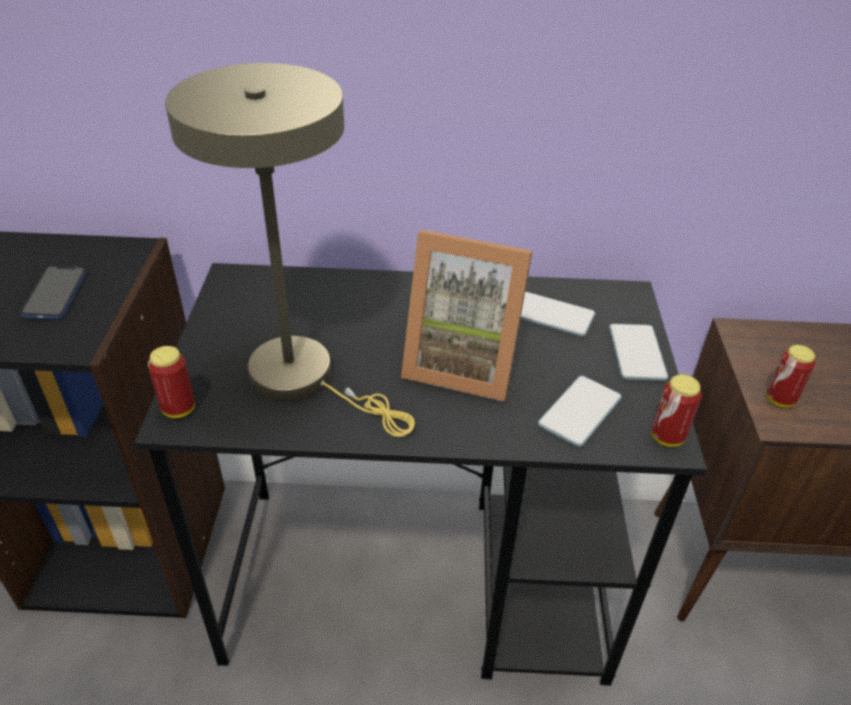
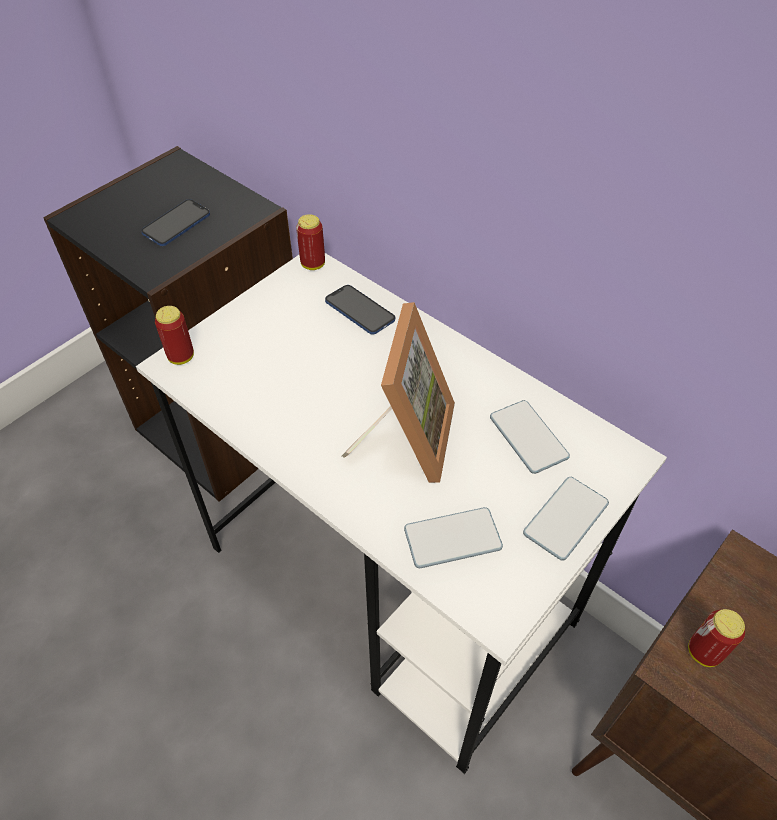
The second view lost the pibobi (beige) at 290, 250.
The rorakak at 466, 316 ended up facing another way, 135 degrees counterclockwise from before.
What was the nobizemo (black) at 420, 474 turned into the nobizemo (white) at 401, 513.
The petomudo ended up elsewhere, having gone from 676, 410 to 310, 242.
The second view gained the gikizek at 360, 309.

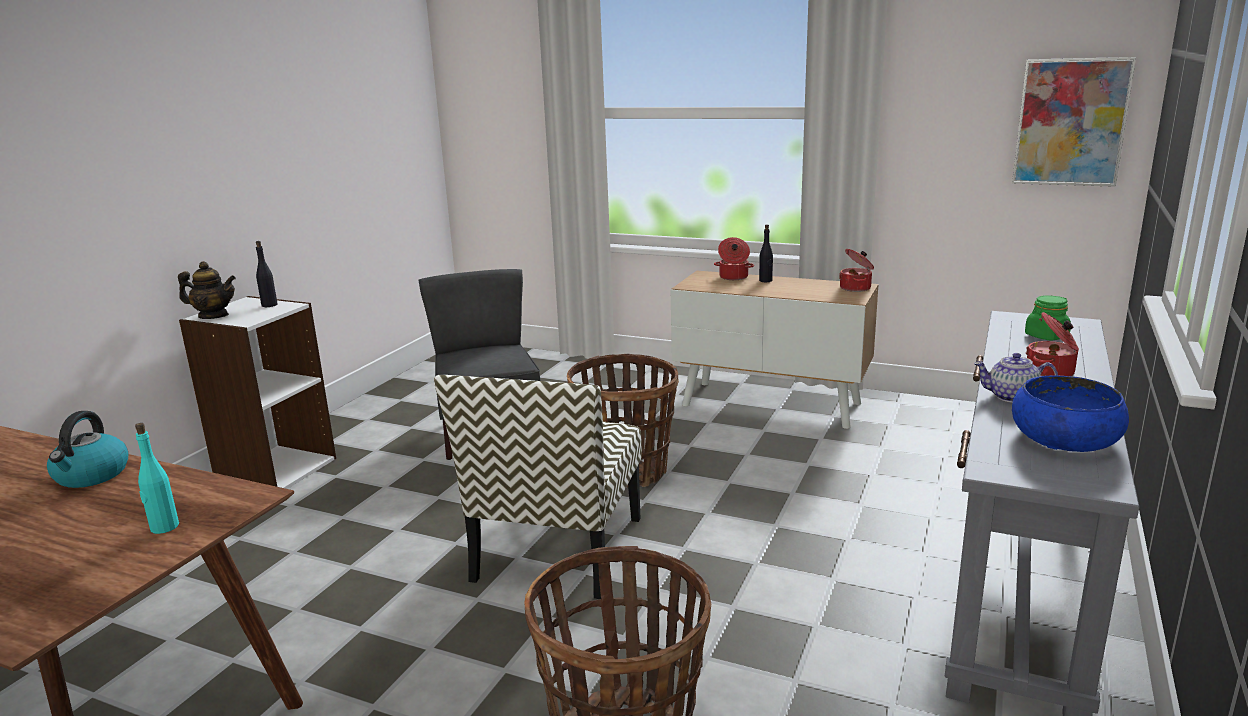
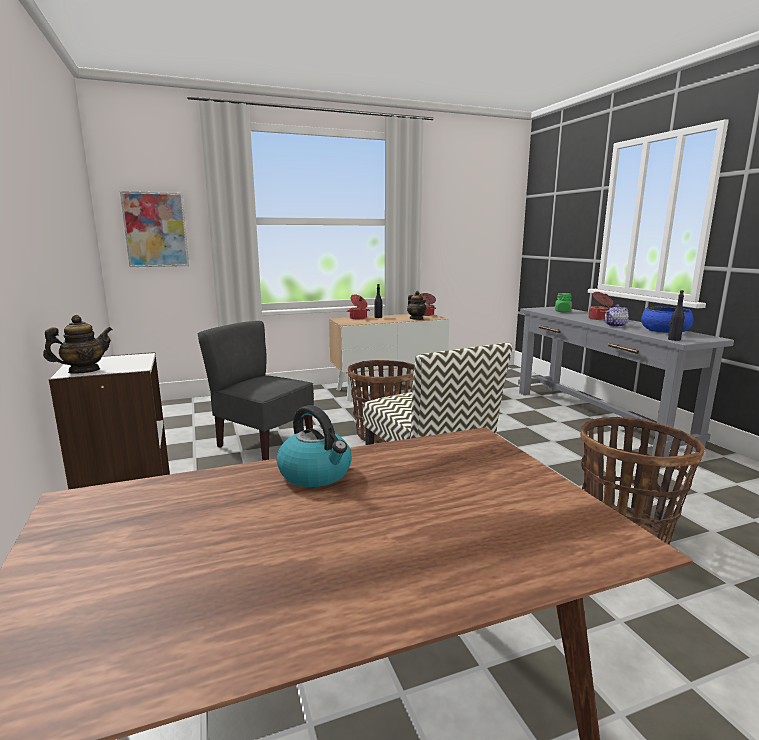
The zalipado ended up elsewhere, having gone from 1074, 122 to 154, 229.
The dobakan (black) ended up elsewhere, having gone from 267, 274 to 676, 315.
The second view lost the dobakan (turquoise) at 157, 478.
The second view gained the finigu at 417, 305.

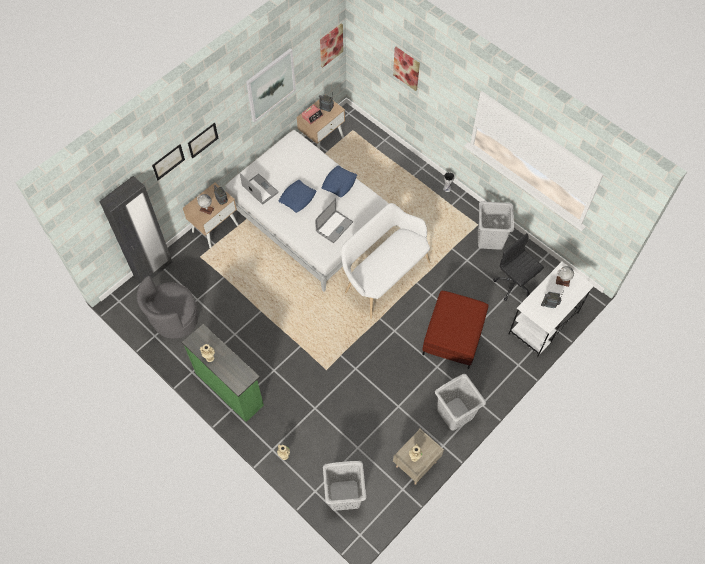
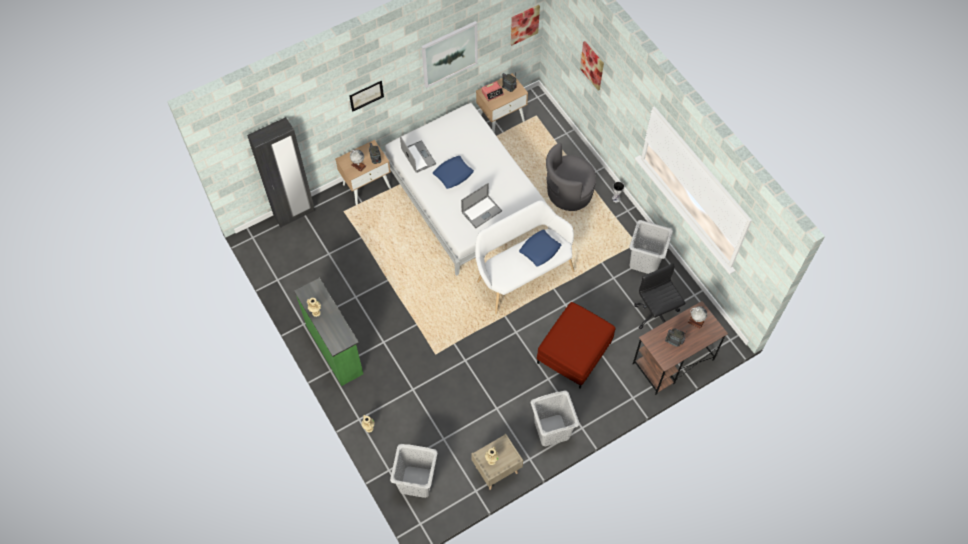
The second view lost the zalipado at 168, 162.
The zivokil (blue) ended up elsewhere, having gone from 339, 181 to 540, 248.
What was the nobizemo (white) at 551, 309 turned into the nobizemo (brown) at 680, 348.
The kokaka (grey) ended up elsewhere, having gone from 167, 307 to 571, 177.

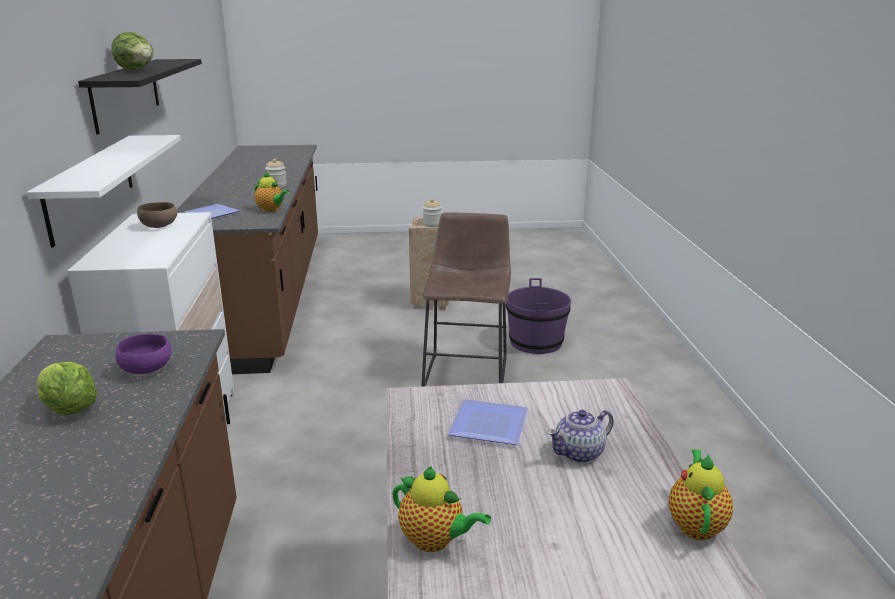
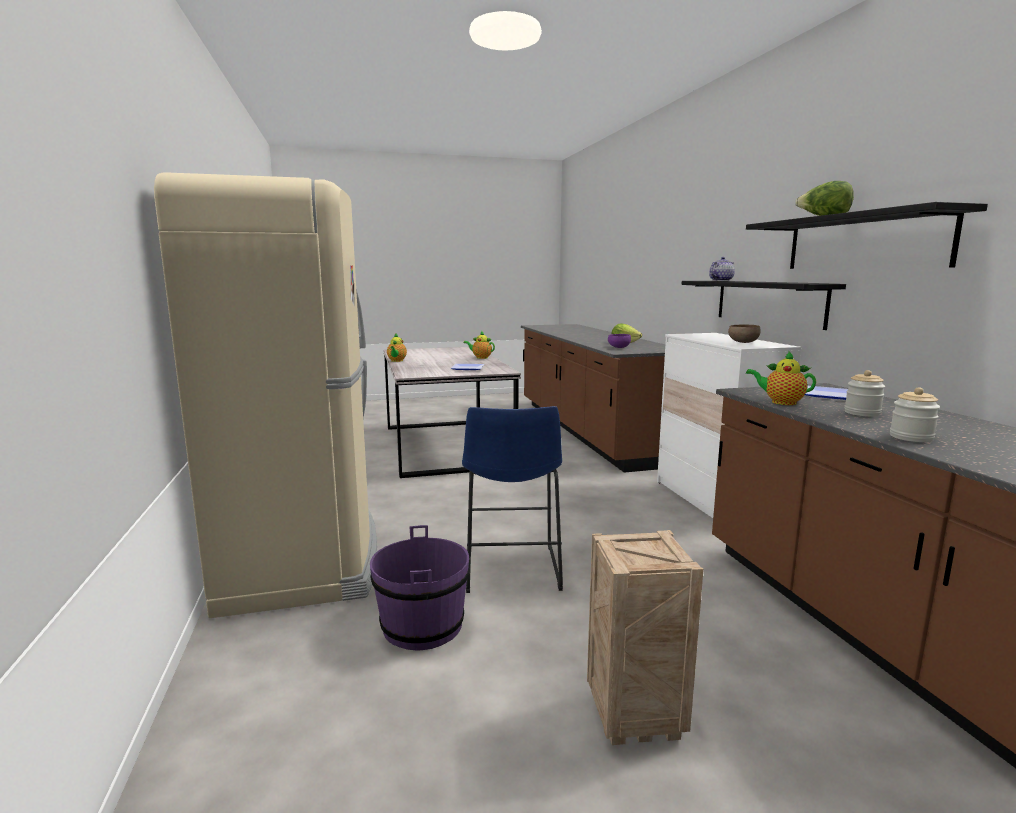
What was the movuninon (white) at 103, 191 turned into the movuninon (black) at 763, 305.
The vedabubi ended up elsewhere, having gone from 432, 213 to 864, 393.
What was the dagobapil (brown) at 466, 299 turned into the dagobapil (blue) at 512, 499.
The finigu ended up elsewhere, having gone from 580, 436 to 722, 269.
The second view gained the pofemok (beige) at 265, 395.

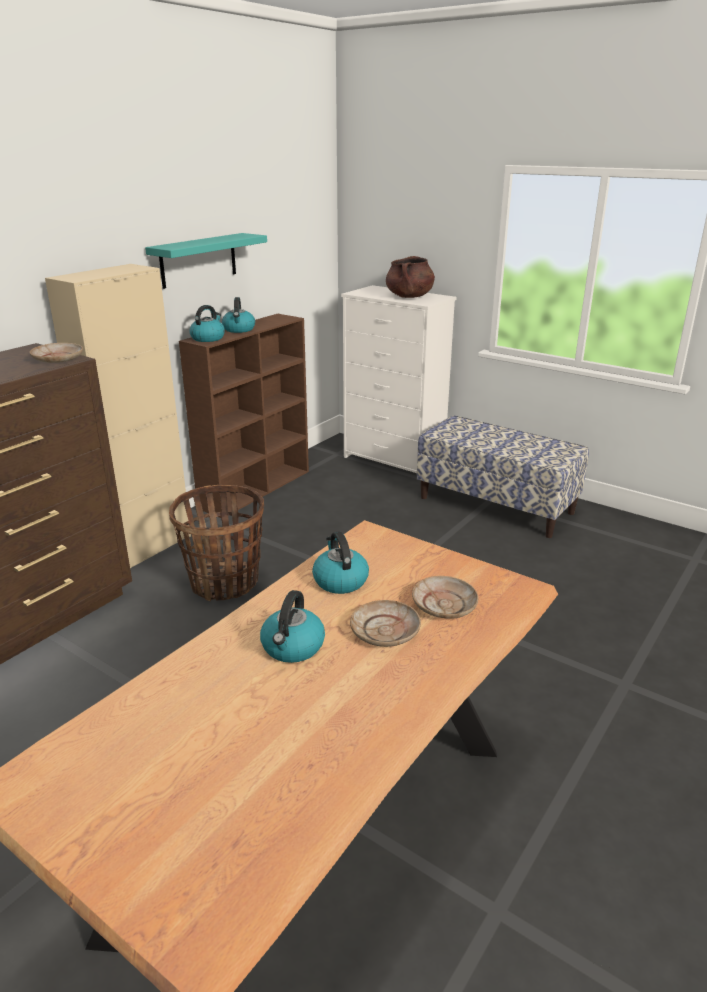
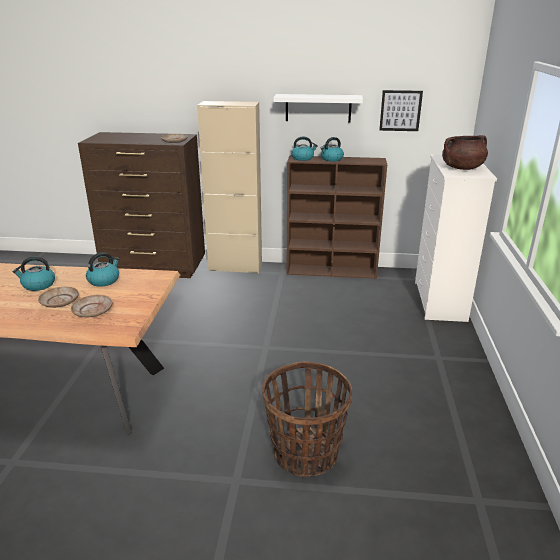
What was the movuninon (turquoise) at 206, 261 turned into the movuninon (white) at 318, 108.
The second view lost the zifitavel at 503, 477.
The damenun ended up elsewhere, having gone from 216, 543 to 307, 419.
The second view gained the zalipado at 401, 110.

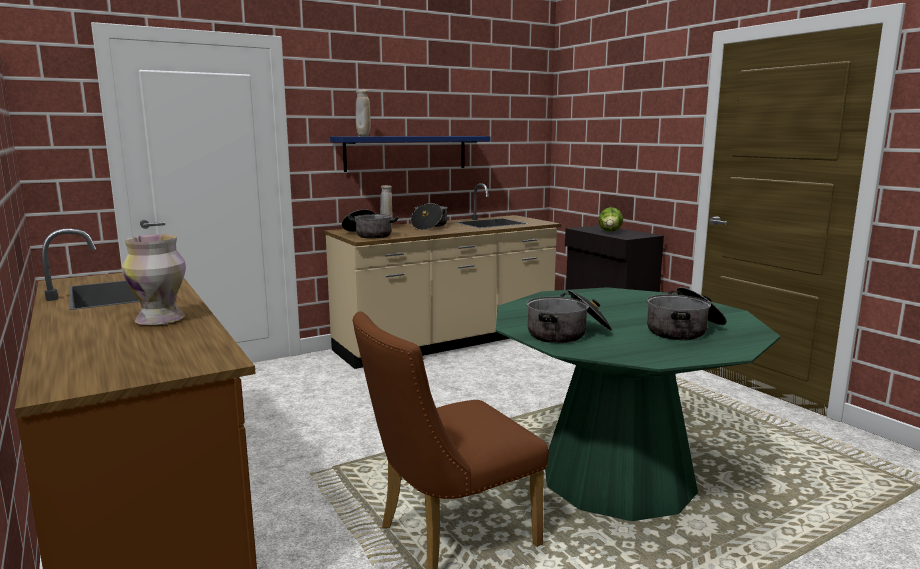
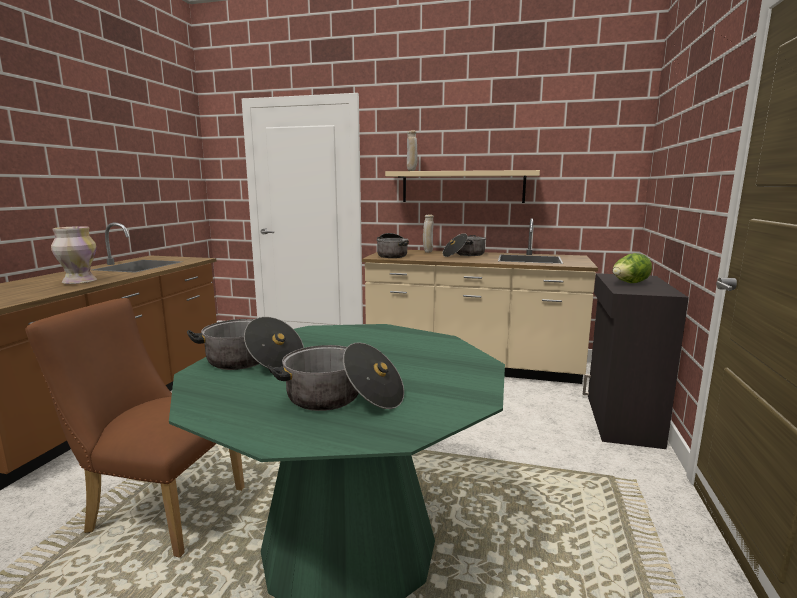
What was the movuninon (blue) at 410, 154 turned into the movuninon (beige) at 462, 186.

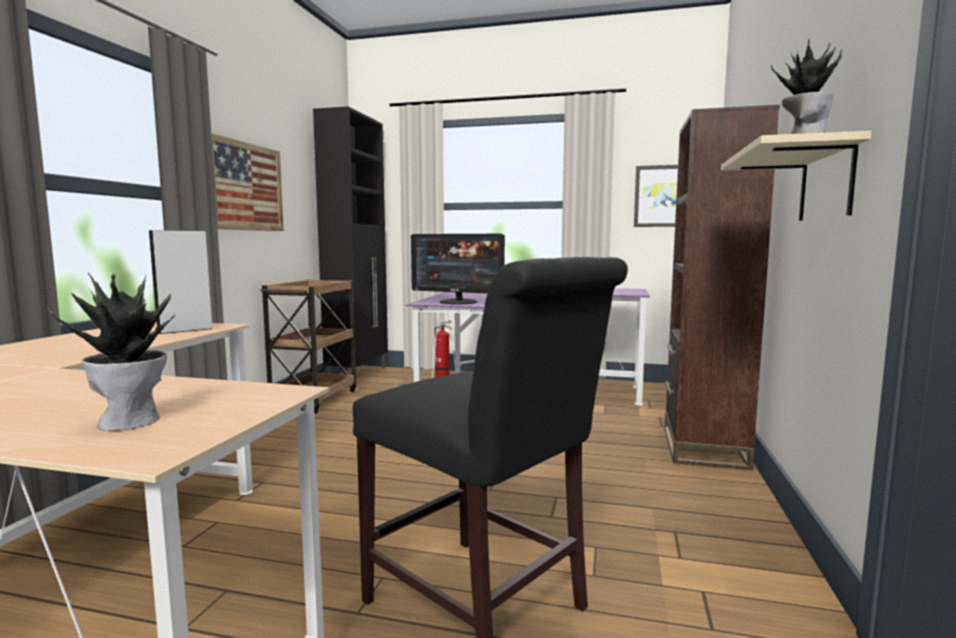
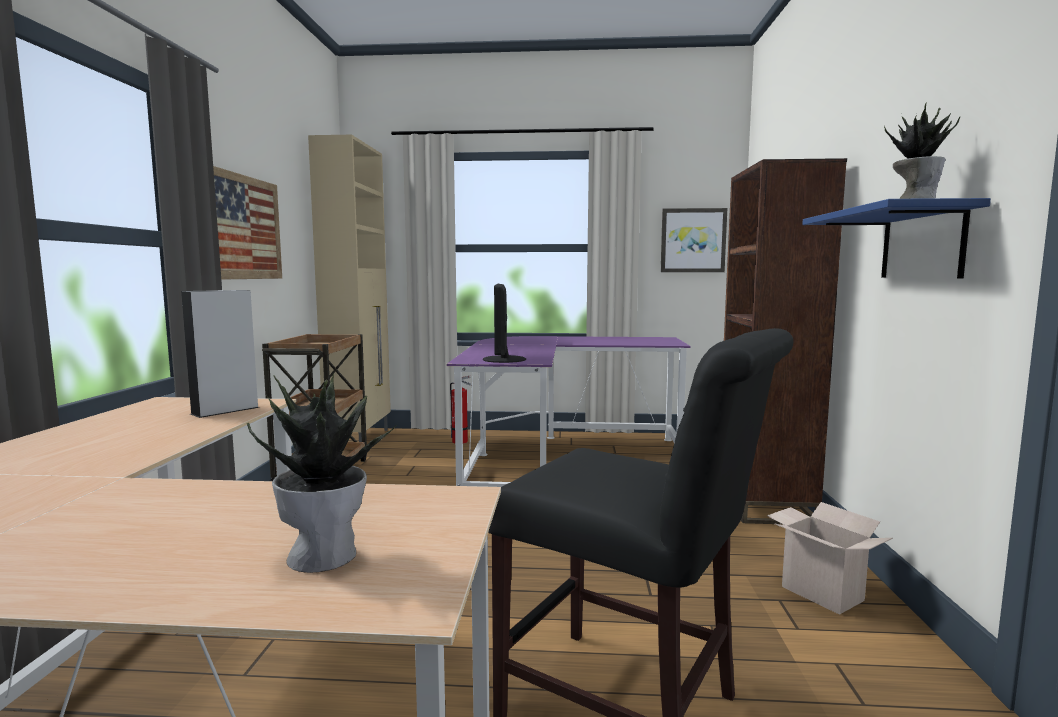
What was the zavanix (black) at 350, 240 turned into the zavanix (beige) at 349, 288.
What was the movuninon (beige) at 796, 176 turned into the movuninon (blue) at 896, 238.
The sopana at 458, 269 ended up facing another way, 75 degrees clockwise from before.
The second view gained the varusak at 830, 558.

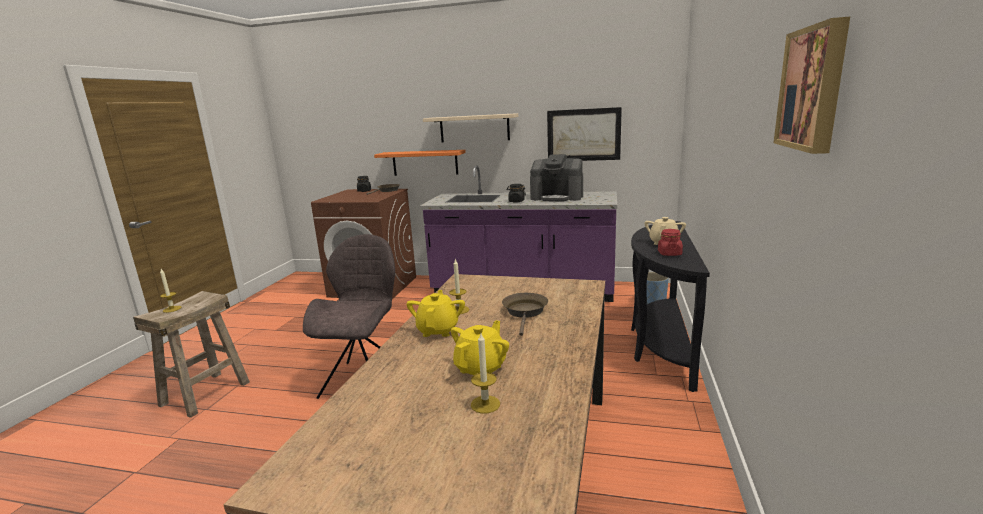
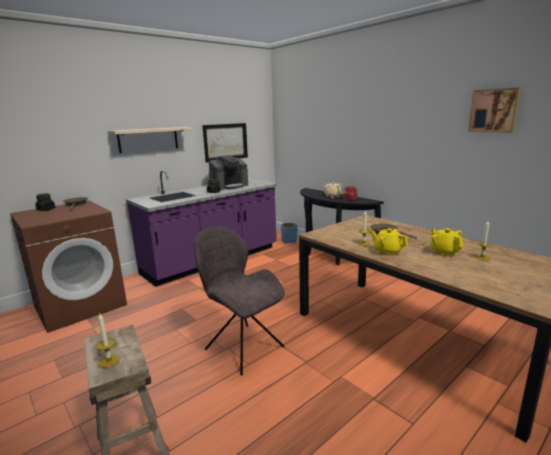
The second view lost the movuninon (orange) at 420, 163.

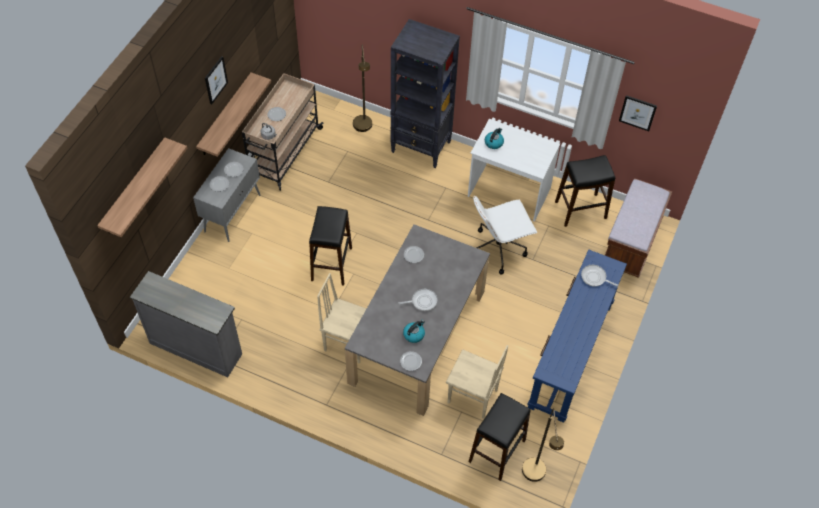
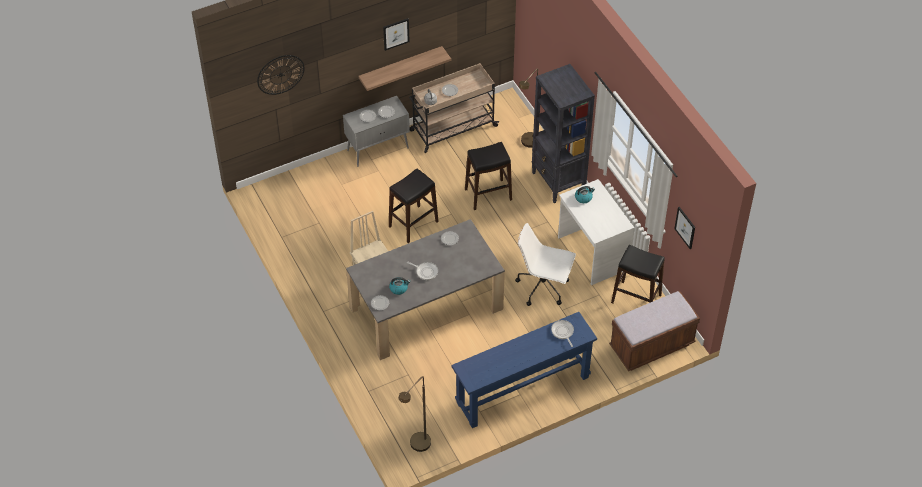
Where the movuninon hung at 142, 187, the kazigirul came to hang at 281, 75.
The second view lost the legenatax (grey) at 186, 324.
The second view lost the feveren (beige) at 477, 382.
The dagobapil (black) ended up elsewhere, having gone from 499, 437 to 488, 176.

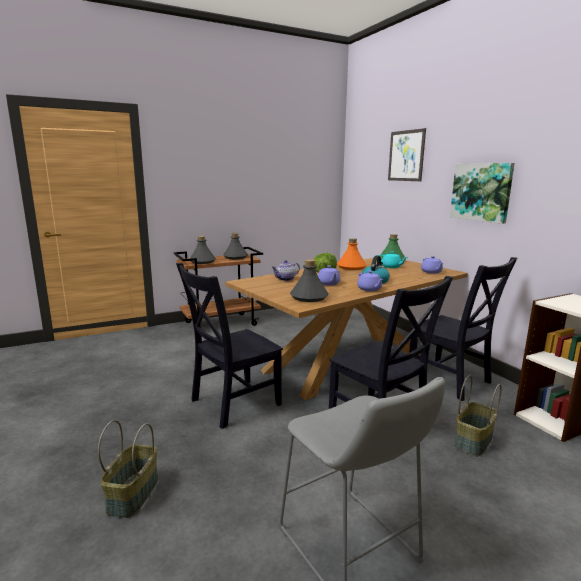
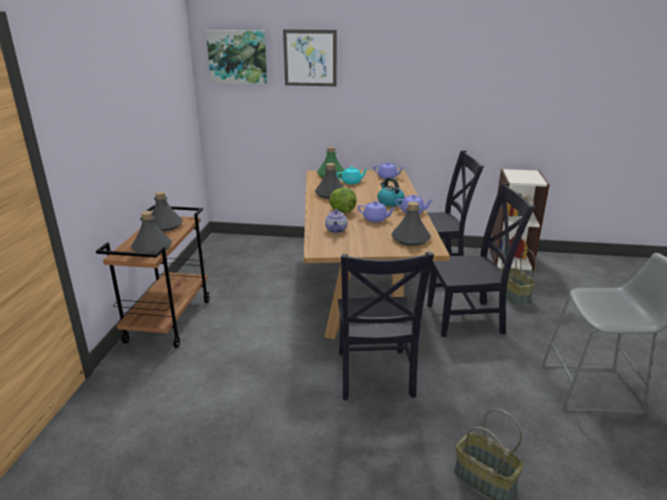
The zalipado ended up elsewhere, having gone from 482, 193 to 236, 57.
What was the dobakan (orange) at 351, 254 turned into the dobakan (grey) at 329, 181.

